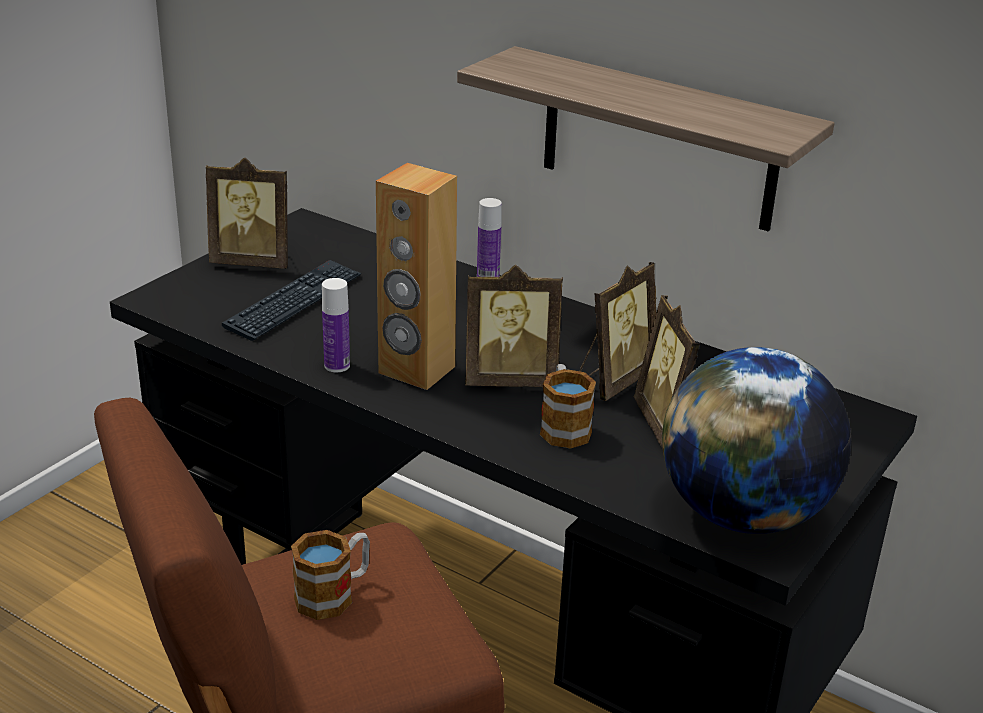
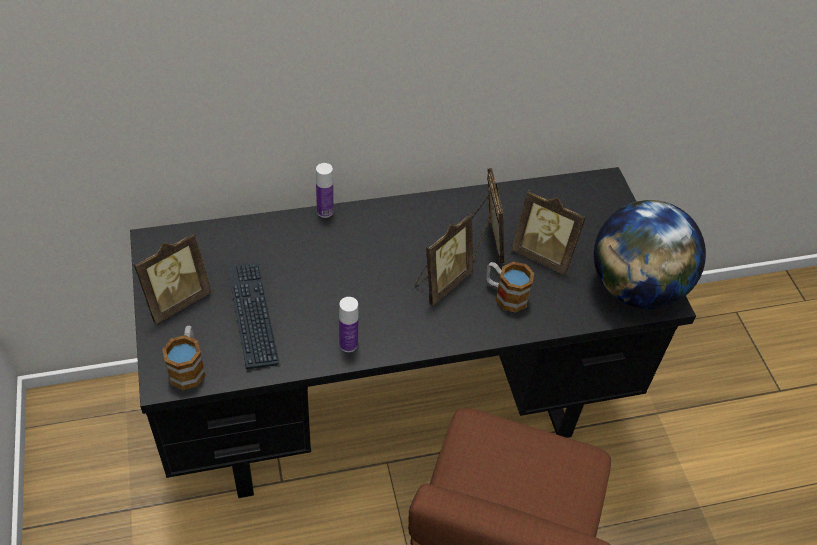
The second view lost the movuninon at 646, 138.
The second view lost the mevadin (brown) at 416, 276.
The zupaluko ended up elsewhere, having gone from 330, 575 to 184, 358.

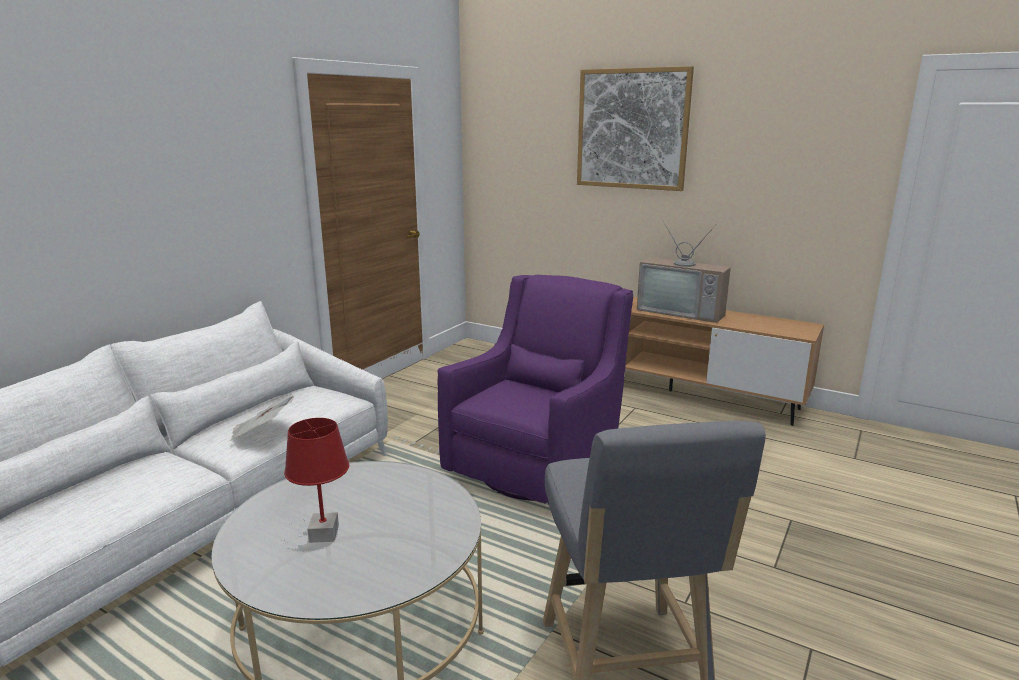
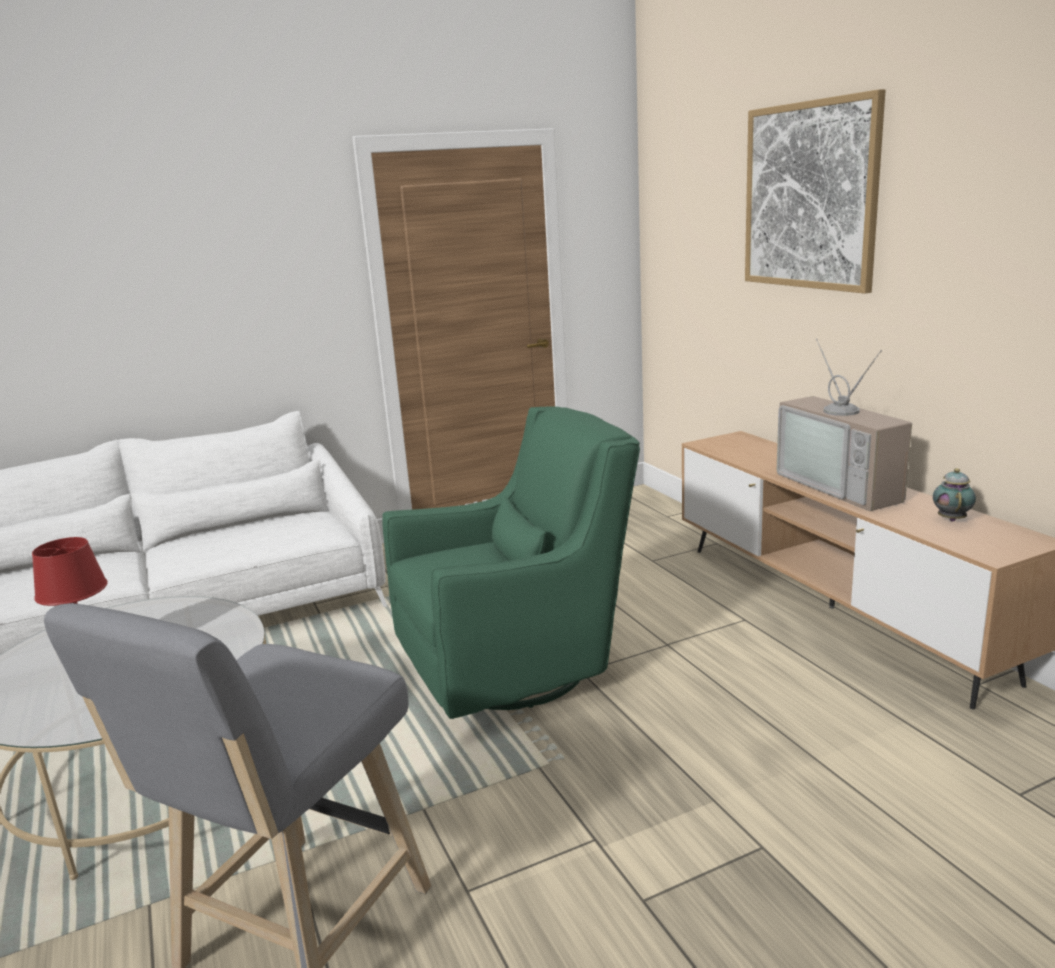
What was the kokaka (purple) at 535, 389 turned into the kokaka (green) at 511, 563.
The second view lost the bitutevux at 262, 417.
The second view gained the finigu at 954, 495.

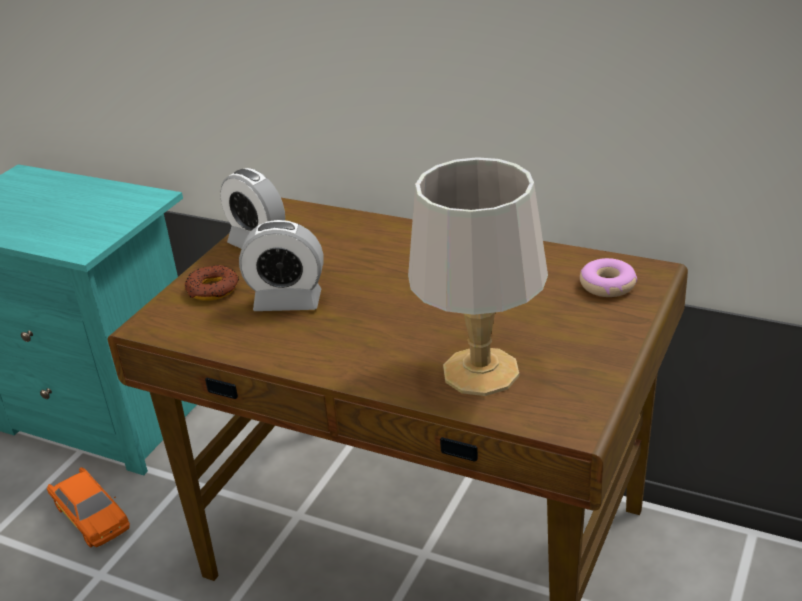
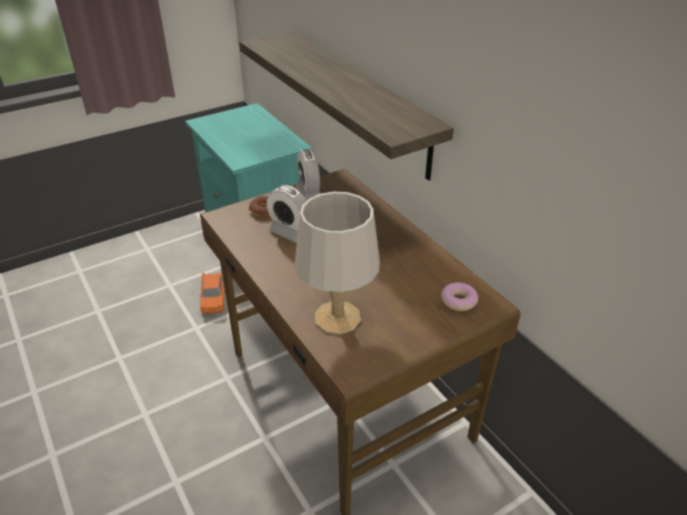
The second view gained the movuninon at 346, 105.

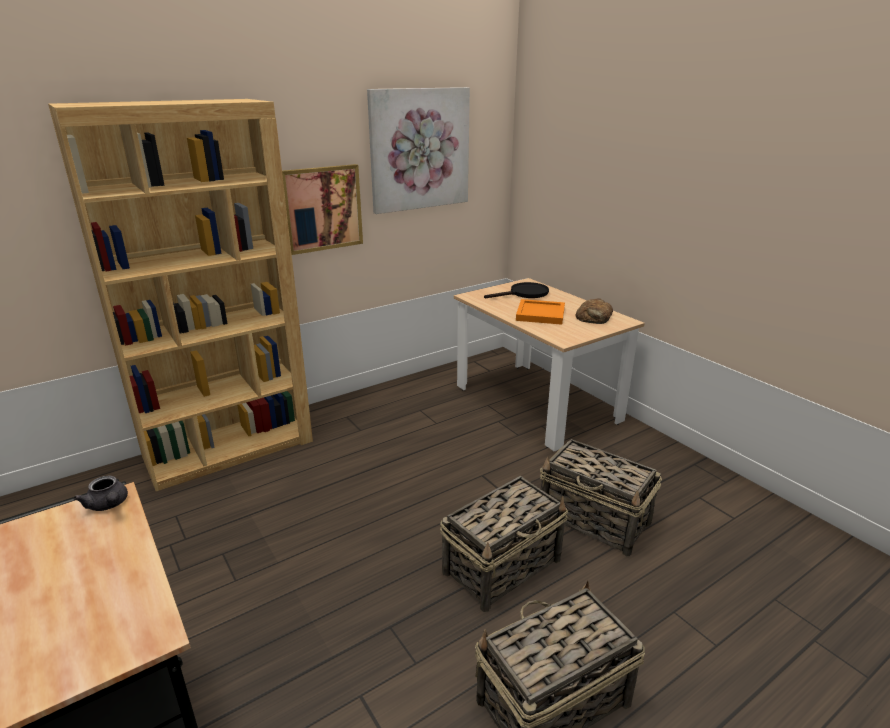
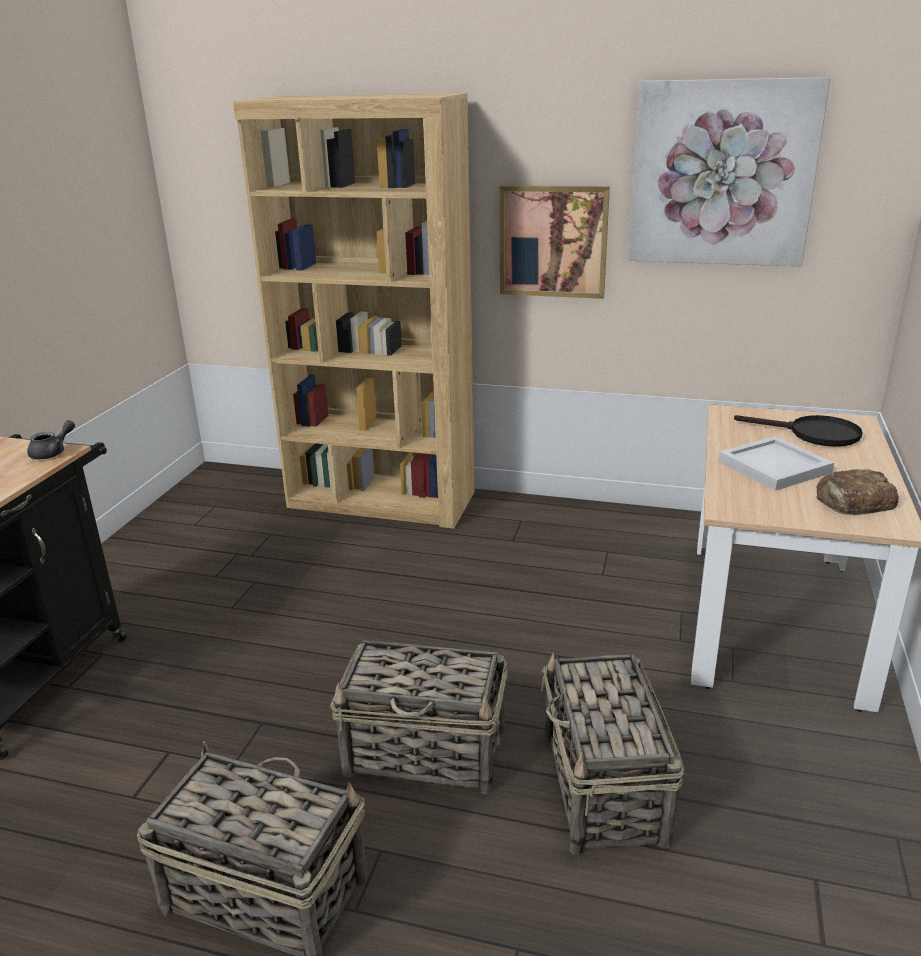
What was the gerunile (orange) at 540, 312 turned into the gerunile (white) at 776, 463.
The finigu (grey) at 101, 493 ended up facing another way, 150 degrees counterclockwise from before.

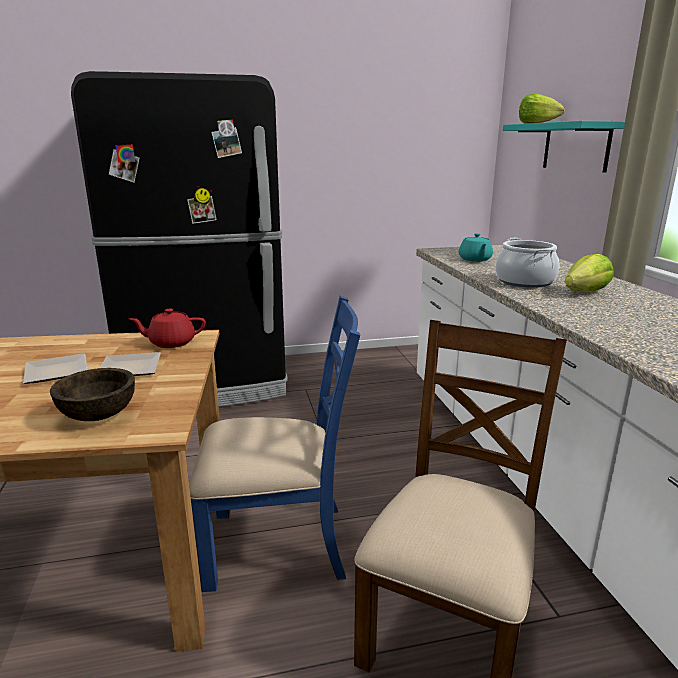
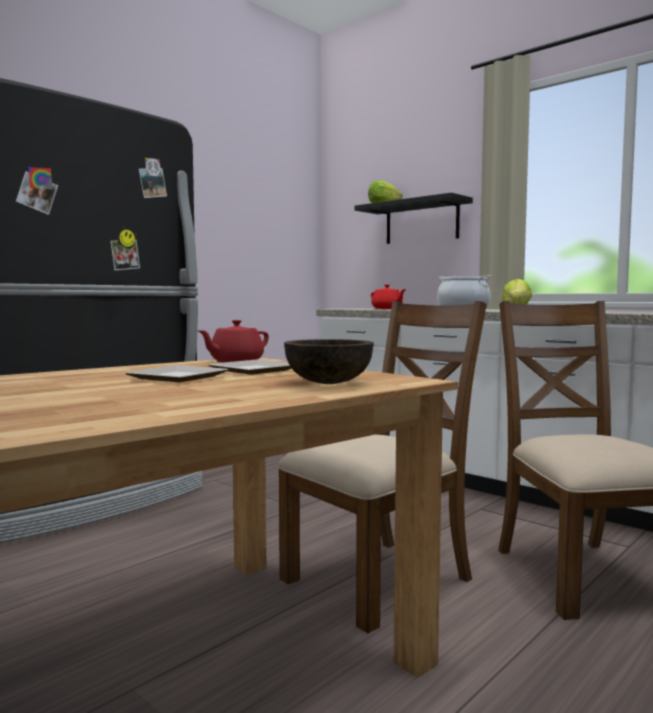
What was the movuninon (turquoise) at 564, 147 turned into the movuninon (black) at 413, 218.
What was the finigu (turquoise) at 476, 247 turned into the finigu (red) at 388, 296.
What was the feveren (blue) at 274, 444 turned into the feveren (brown) at 382, 467.

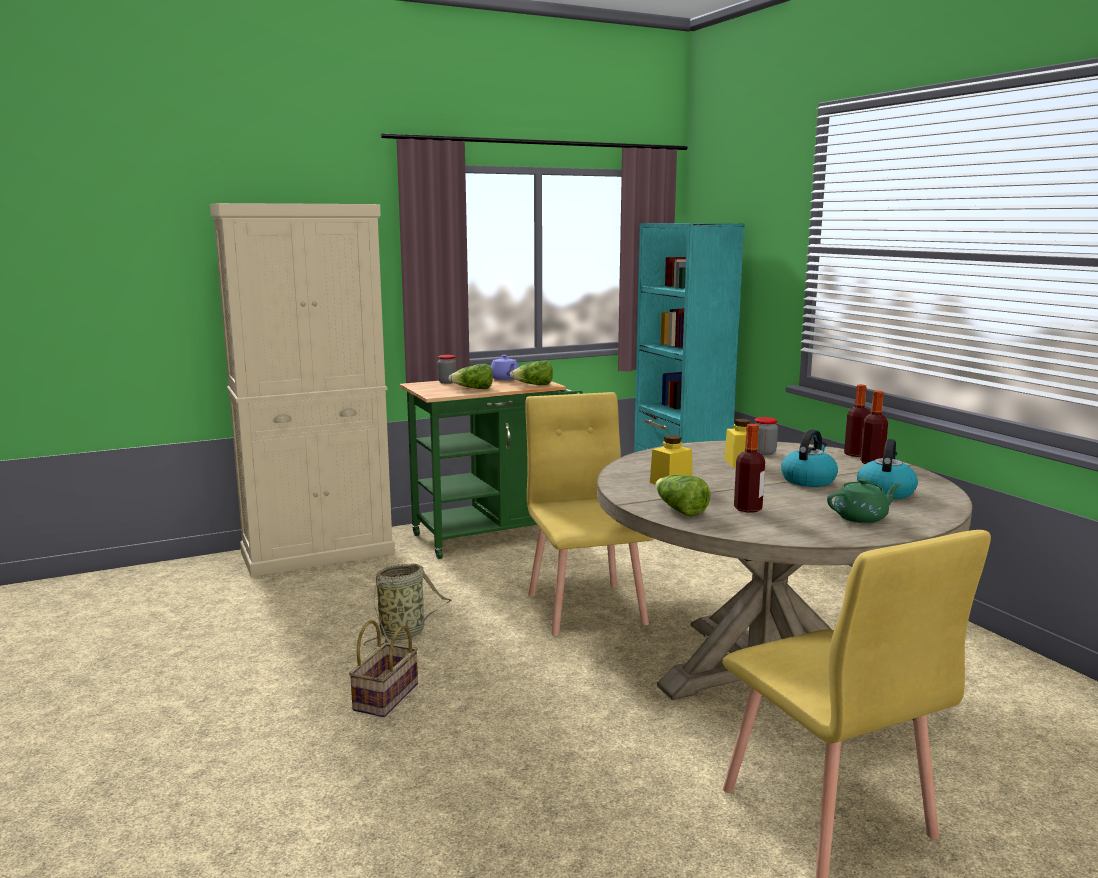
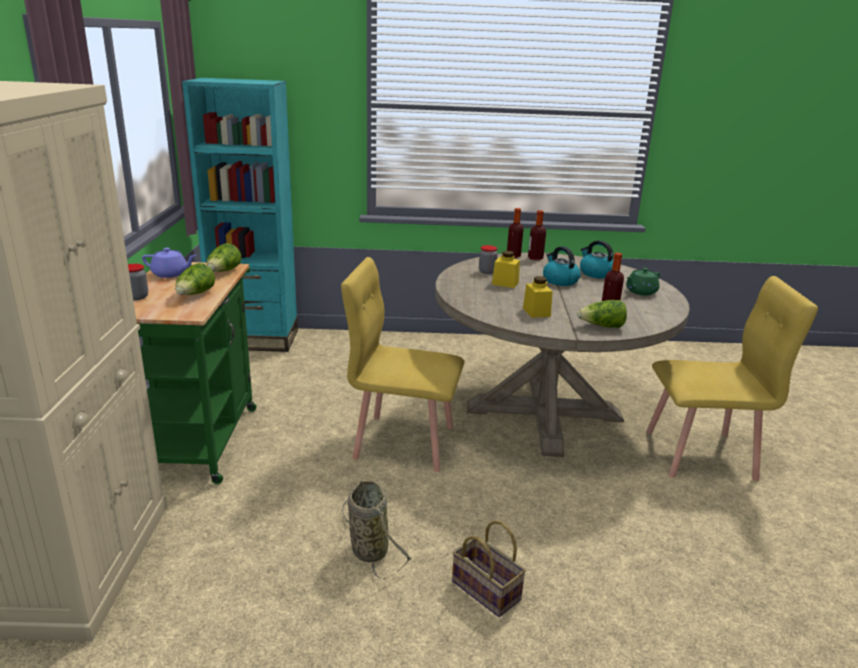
The finigu (green) at 864, 500 ended up facing another way, 135 degrees counterclockwise from before.

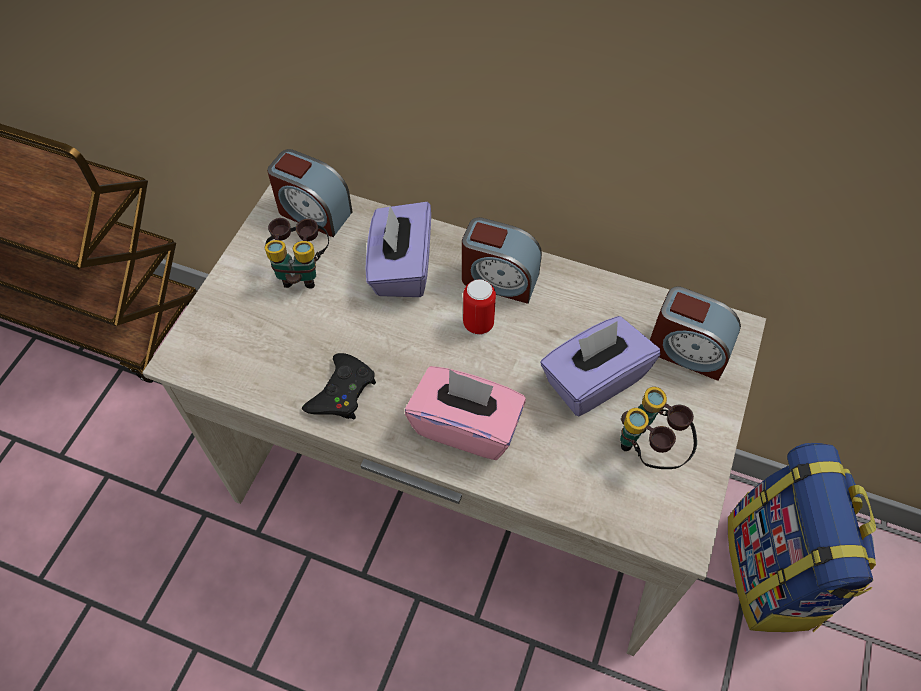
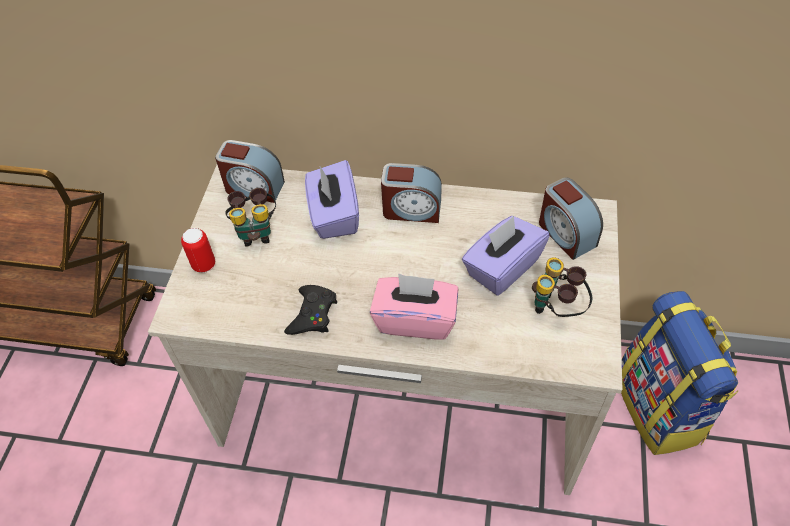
The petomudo ended up elsewhere, having gone from 479, 307 to 198, 250.
The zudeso at 695, 333 ended up facing another way, 45 degrees clockwise from before.

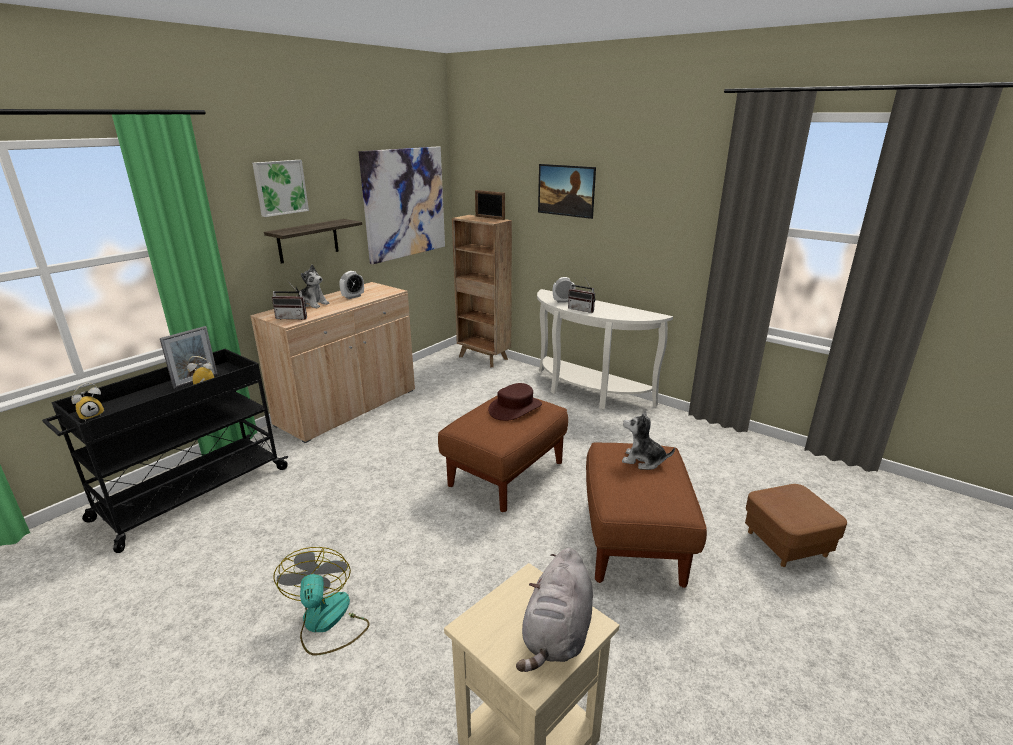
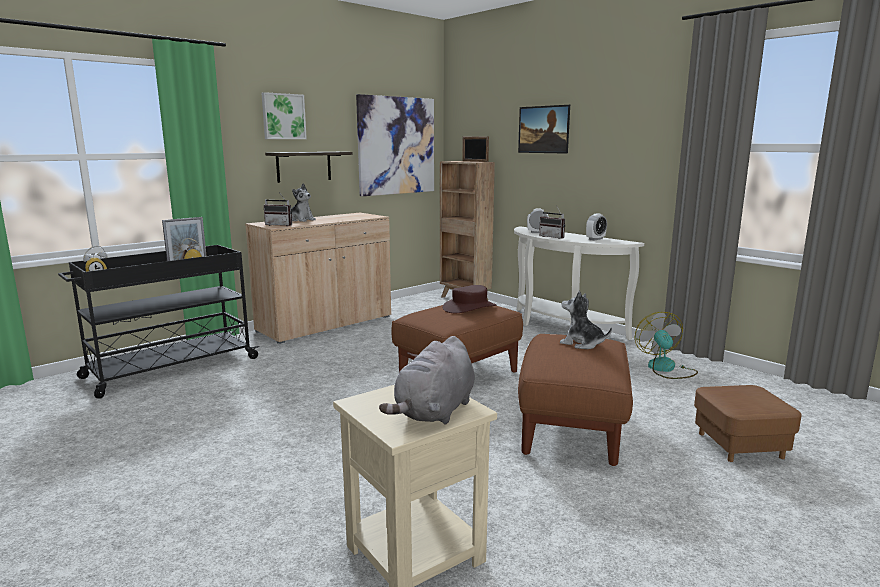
The zudeso ended up elsewhere, having gone from 351, 285 to 596, 226.
The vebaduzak ended up elsewhere, having gone from 321, 601 to 666, 345.

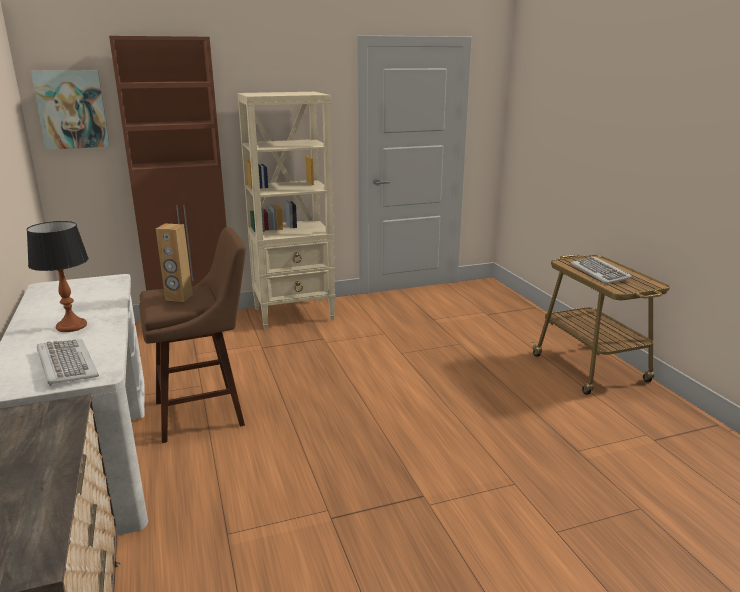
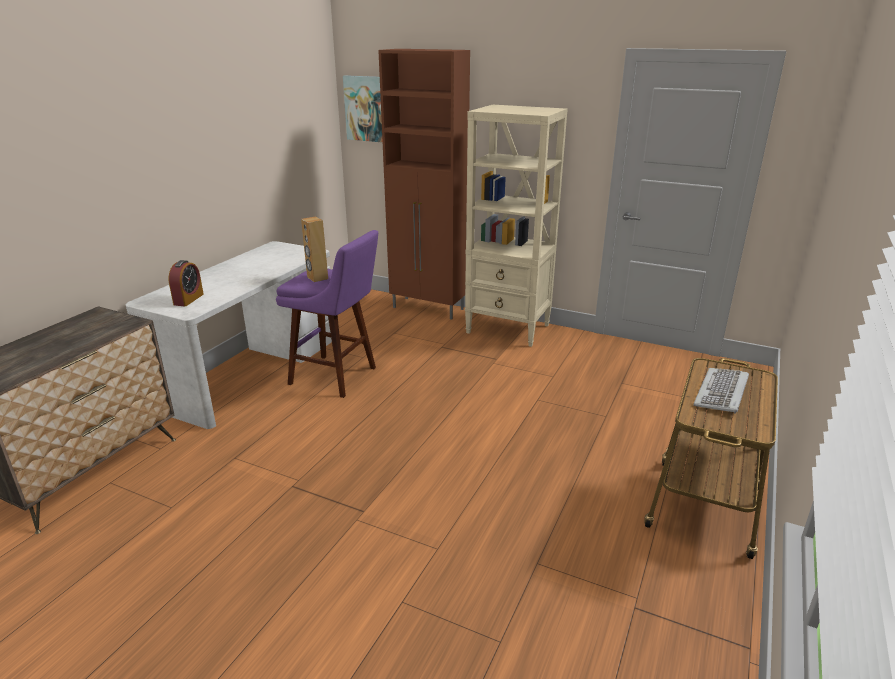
The second view lost the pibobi at 58, 276.
What was the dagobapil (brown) at 192, 335 turned into the dagobapil (purple) at 327, 314.
Where the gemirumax stood at 68, 362, the zudeso came to stand at 186, 283.

